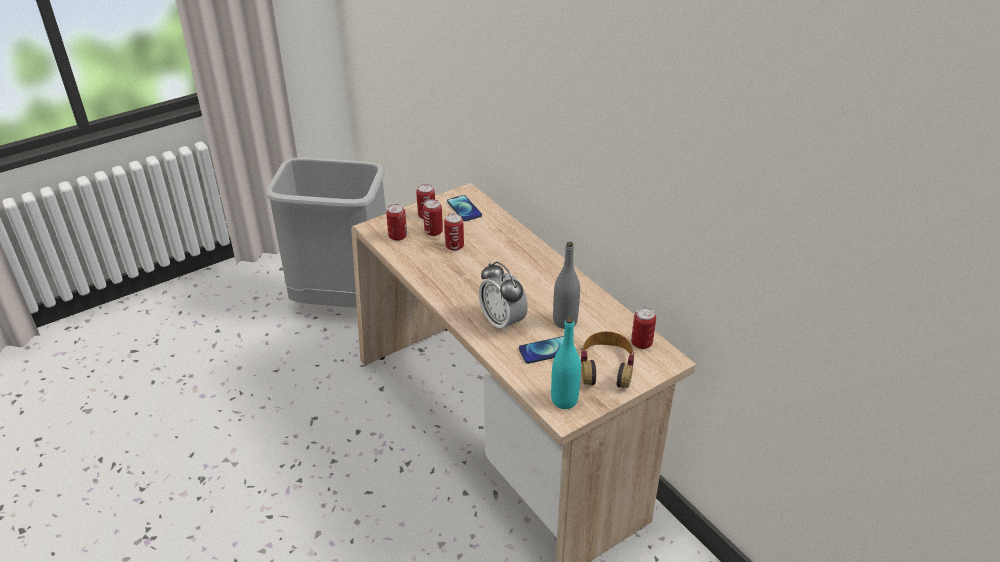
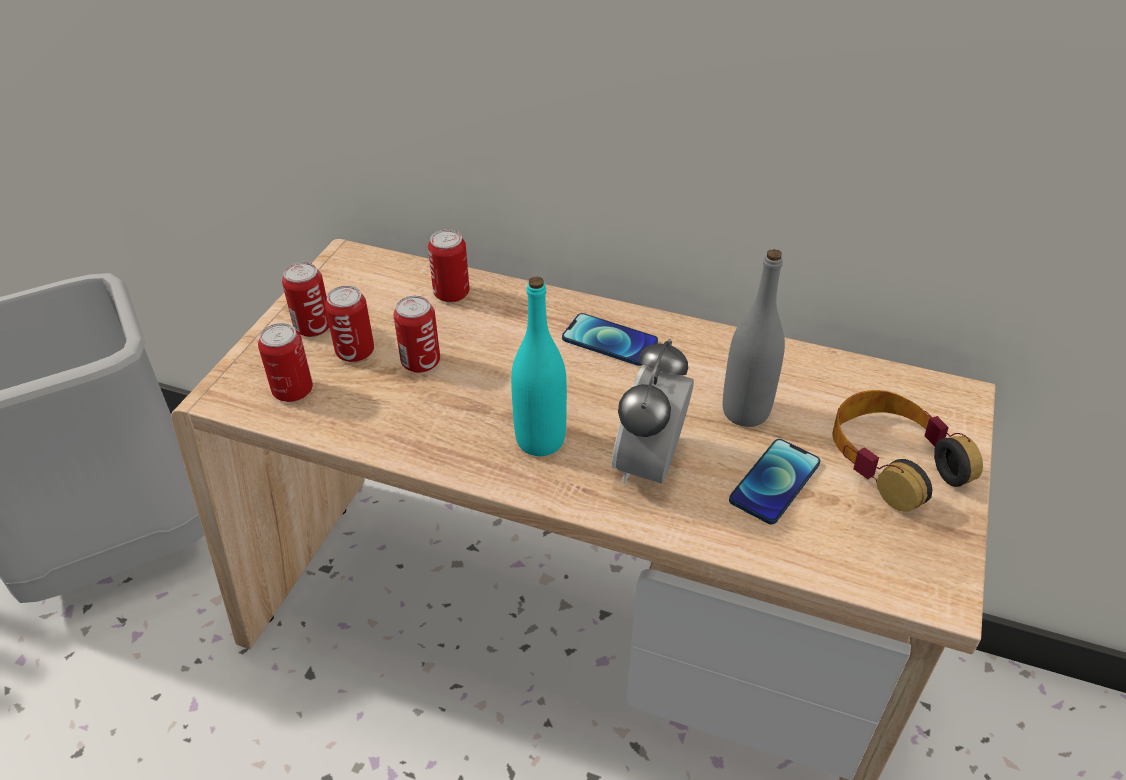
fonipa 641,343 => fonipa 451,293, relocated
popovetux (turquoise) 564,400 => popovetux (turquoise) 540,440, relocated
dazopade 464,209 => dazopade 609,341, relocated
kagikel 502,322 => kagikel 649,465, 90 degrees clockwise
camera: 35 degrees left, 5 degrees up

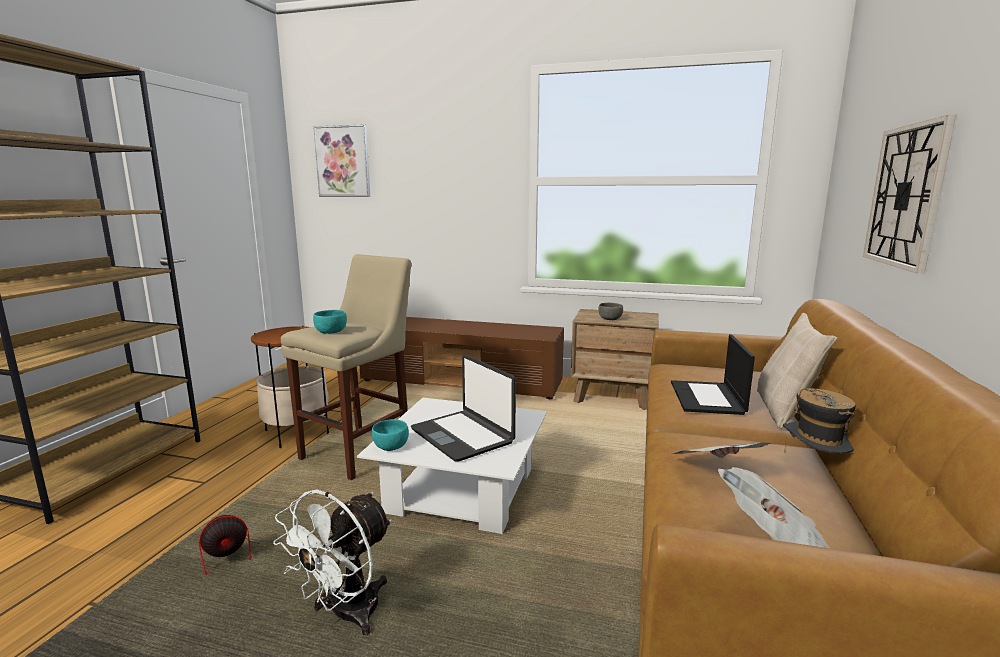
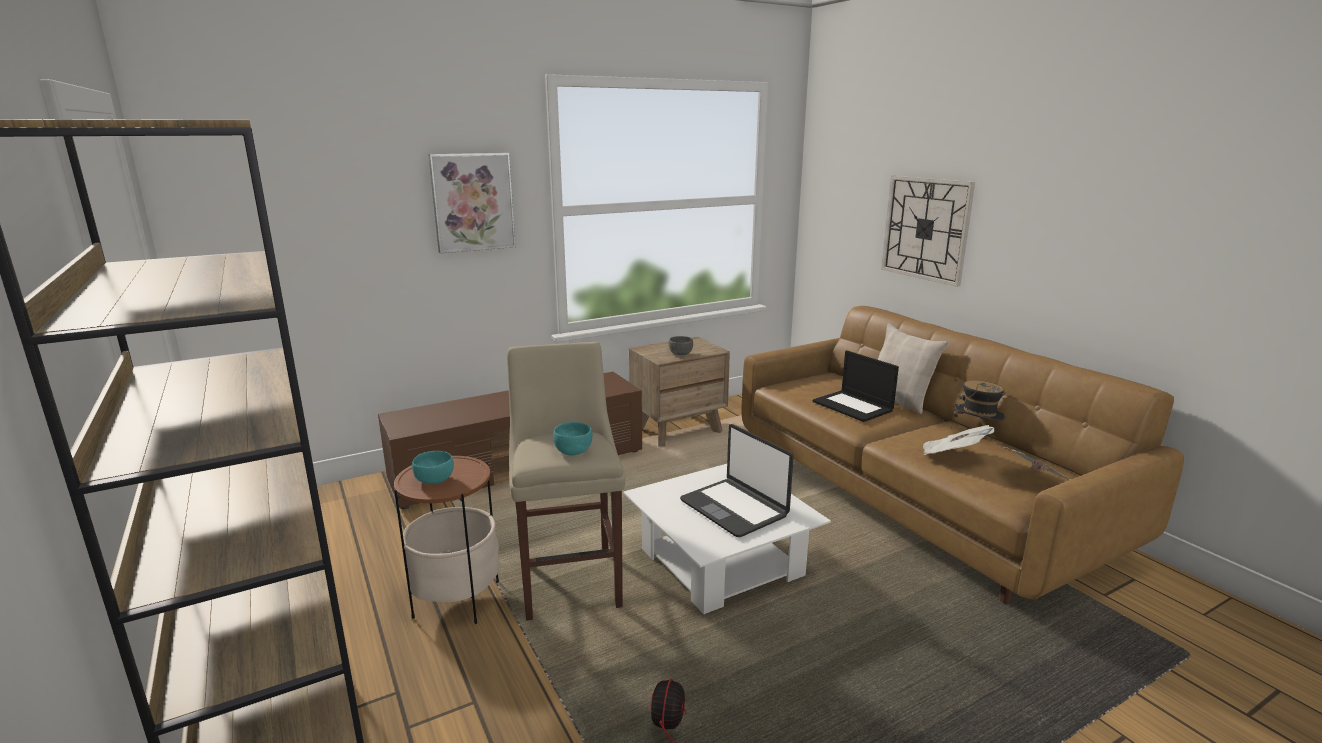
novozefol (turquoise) 391,447 => novozefol (turquoise) 435,480, relocated
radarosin 343,161 => radarosin 473,202, relocated
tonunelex 463,436 => tonunelex 734,508, 45 degrees clockwise
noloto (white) 346,616 => nothing
camera: 45 degrees left, 5 degrees up

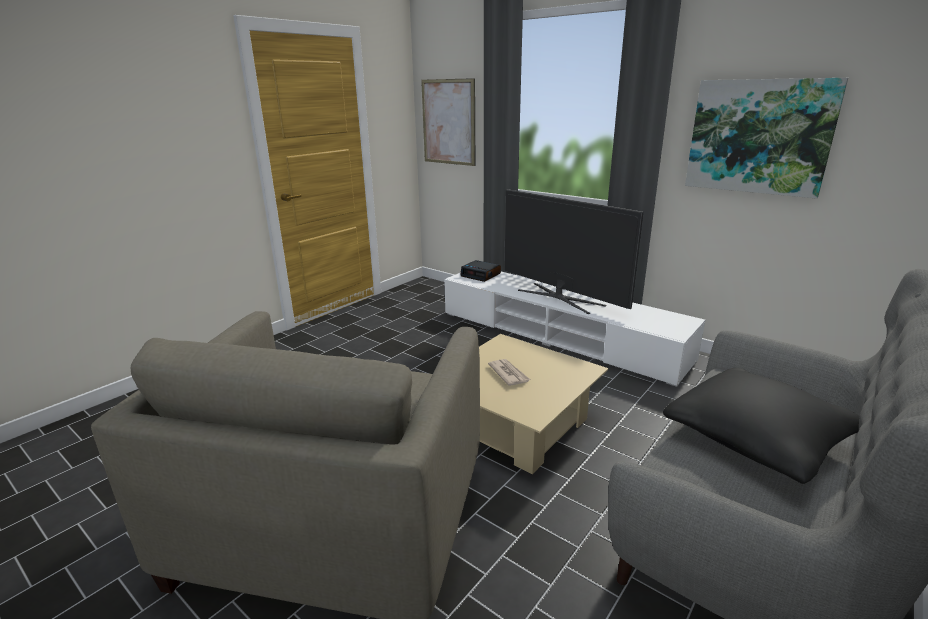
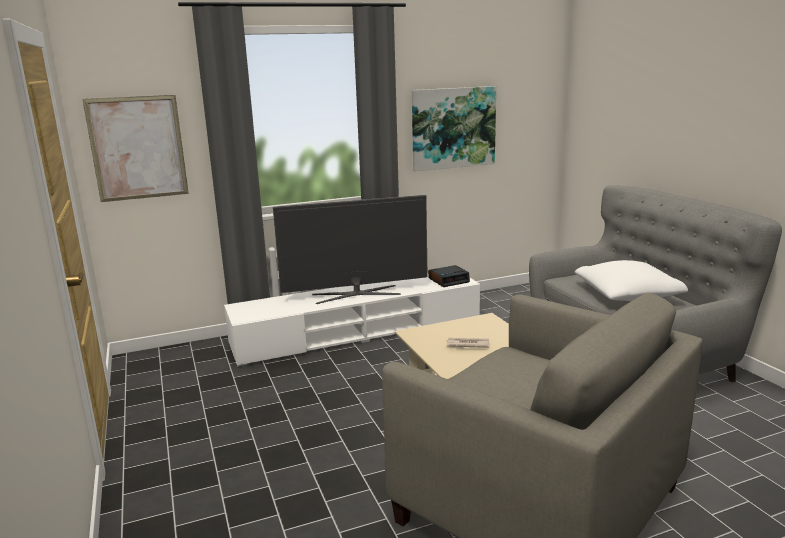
kagikel 481,275 => kagikel 449,280, relocated
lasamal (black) 756,439 => lasamal (white) 627,294
camera: 60 degrees left, 5 degrees down

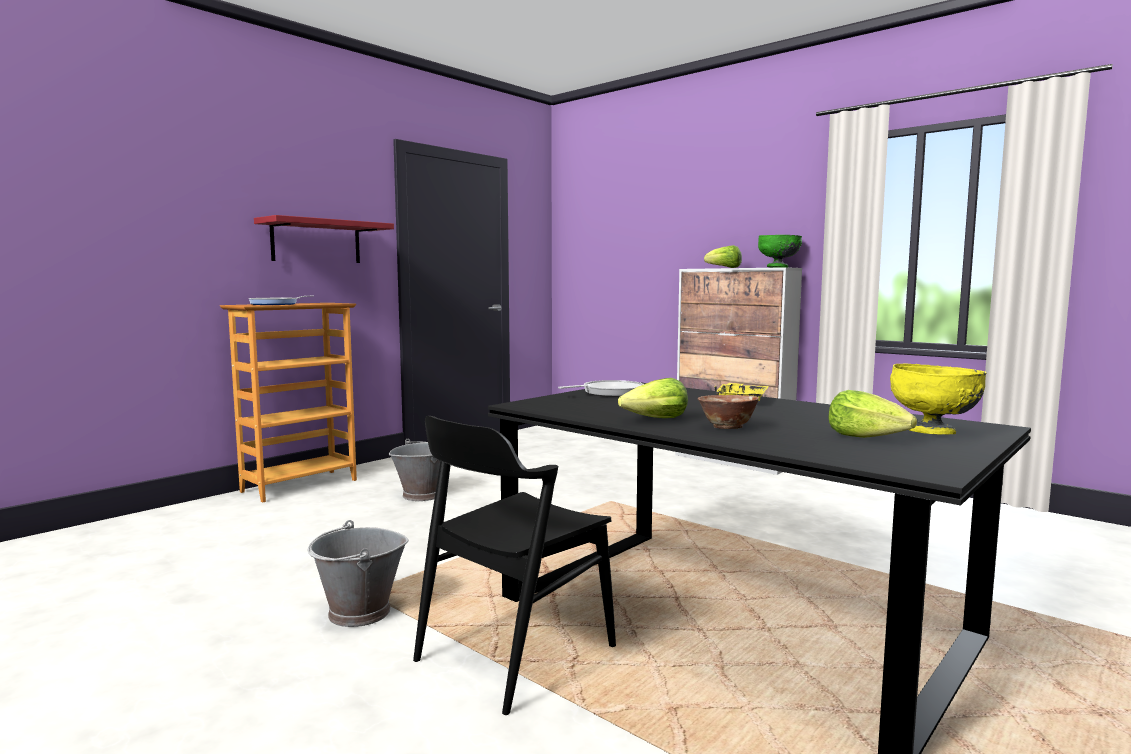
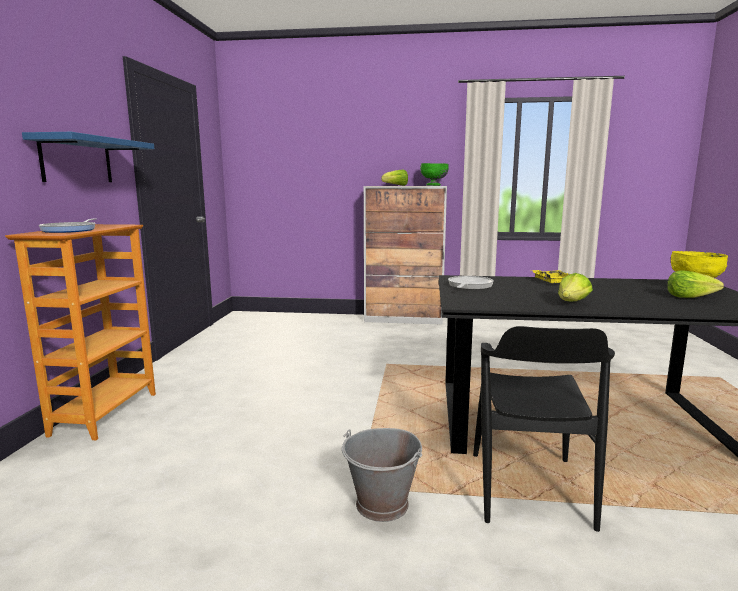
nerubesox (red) 316,242 => nerubesox (blue) 77,160
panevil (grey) 422,495 => nothing
novozefol 727,427 => nothing
camera: 35 degrees left, 5 degrees up

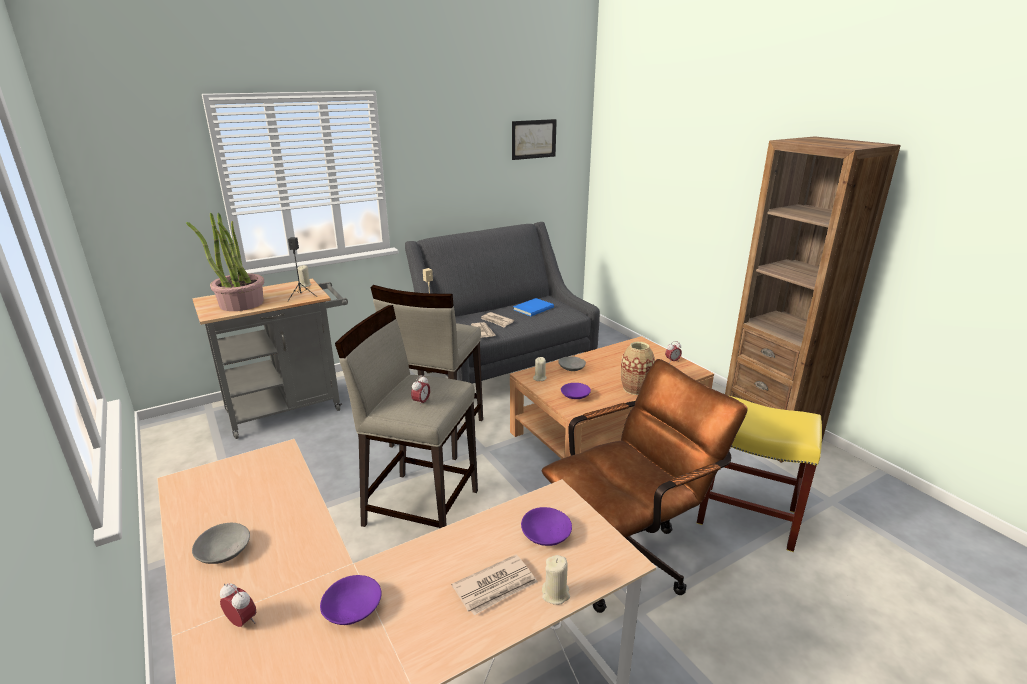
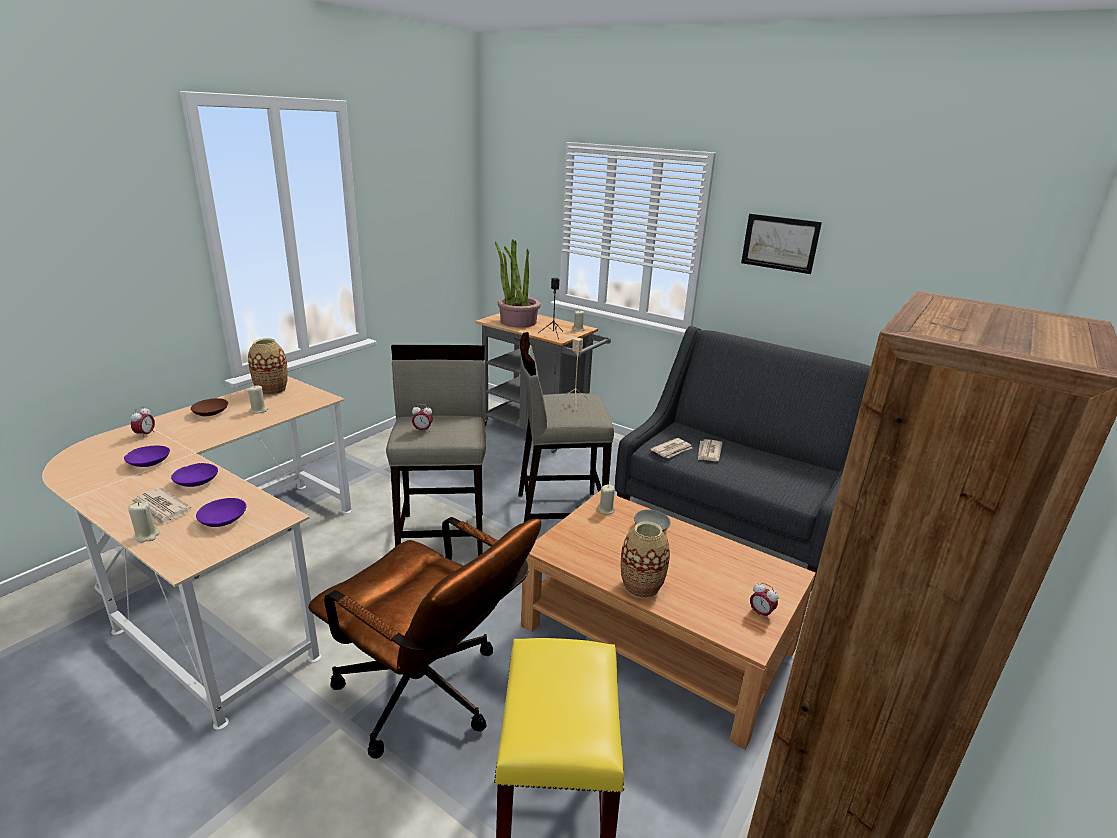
novozefol (purple) 574,396 => novozefol (purple) 197,481, relocated
novozefol (grey) 224,552 => novozefol (brown) 210,413
nothing => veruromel 271,390
nothing => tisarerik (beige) 259,410
radarosin 533,139 => radarosin 780,243, relocated
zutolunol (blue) 532,308 => nothing
camera: 65 degrees right, 0 degrees up

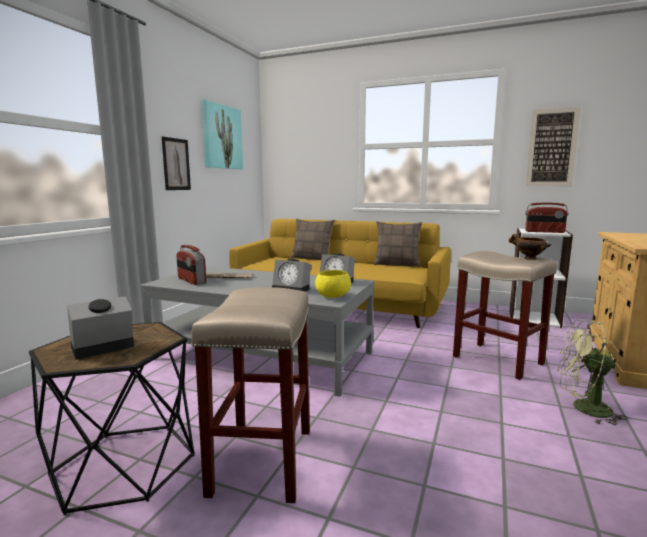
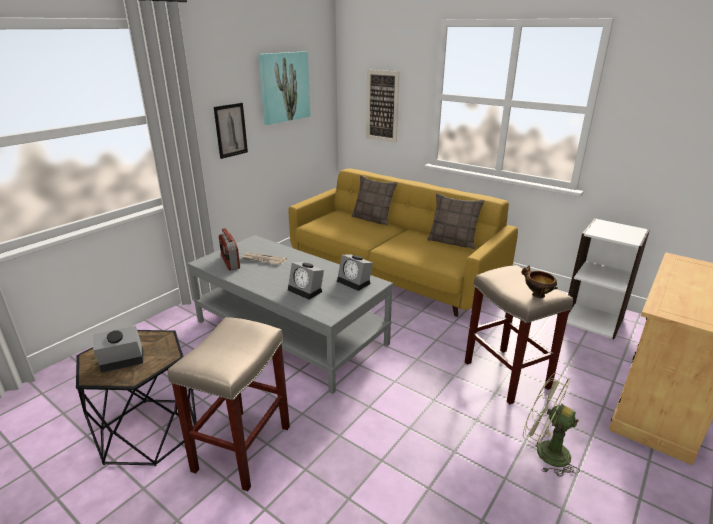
radarosin 552,147 => radarosin 382,106, relocated
novozefol (yellow) 333,297 => nothing
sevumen 544,232 => nothing
camera: 15 degrees right, 15 degrees up

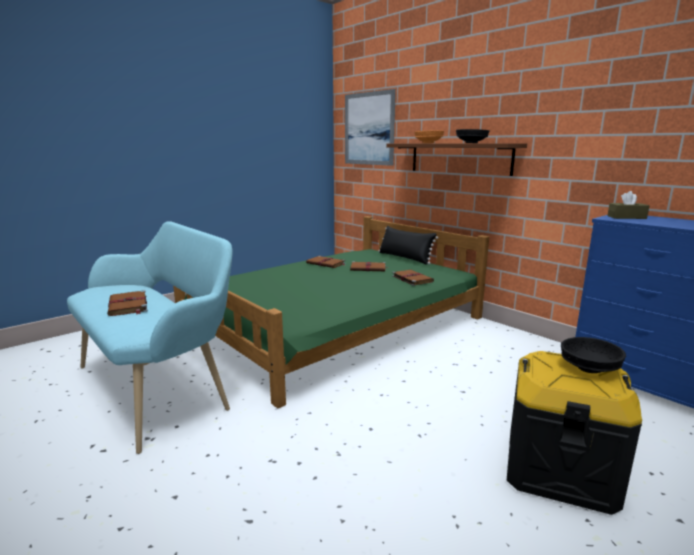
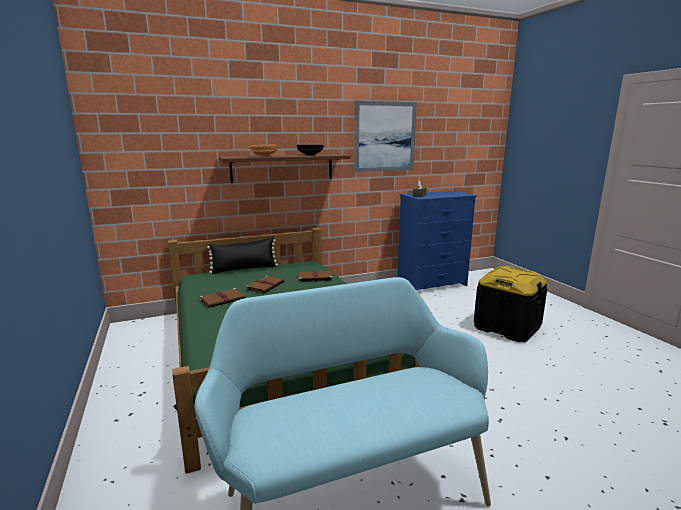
radarosin 369,129 => radarosin 385,136, relocated
zutolunol (brown) 128,306 => nothing
novozefol (black) 589,368 => nothing
camera: 70 degrees left, 0 degrees up

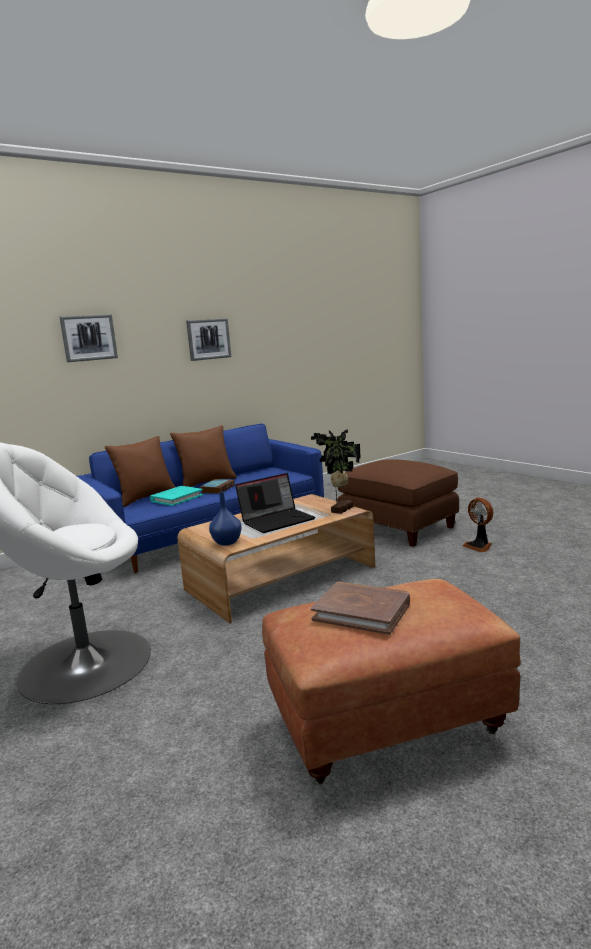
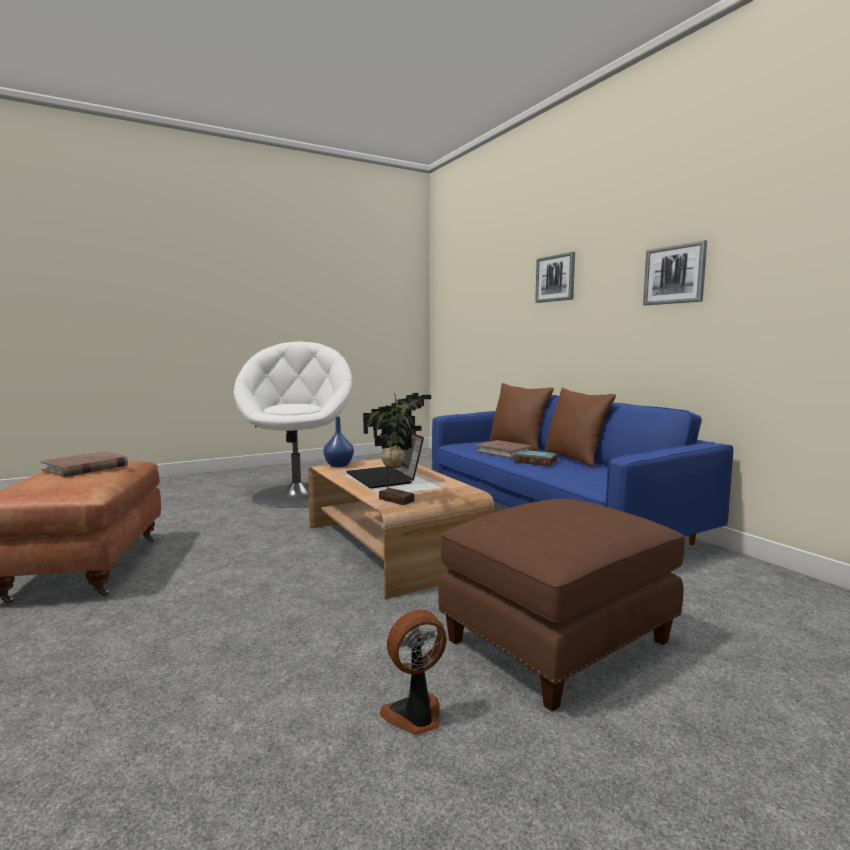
zutolunol (turquoise) 177,498 => zutolunol (brown) 504,452
camera: 95 degrees right, 5 degrees down

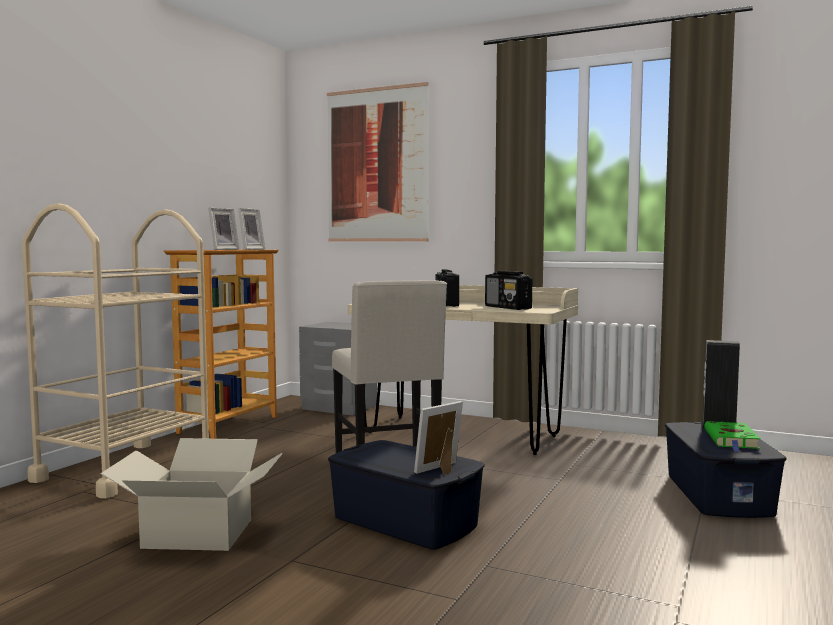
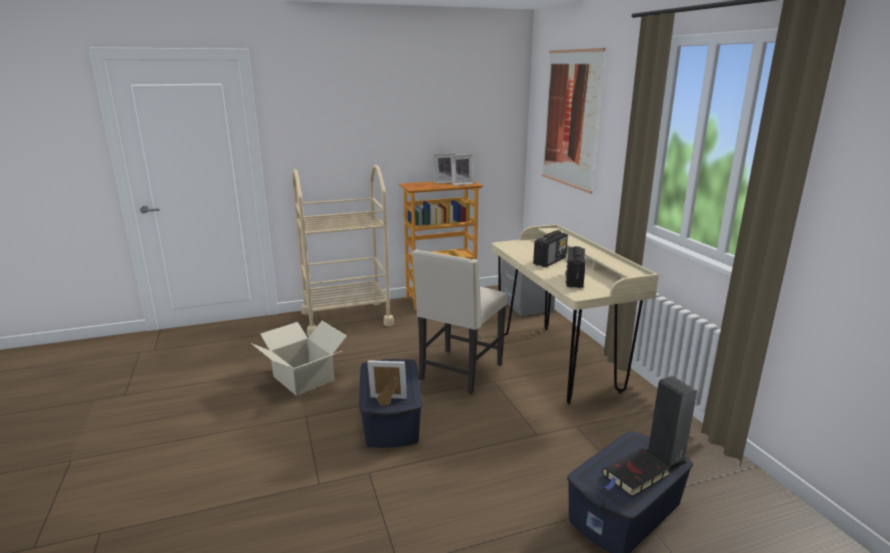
zutolunol (green) 732,440 => zutolunol (black) 634,476
camera: 45 degrees right, 15 degrees up

